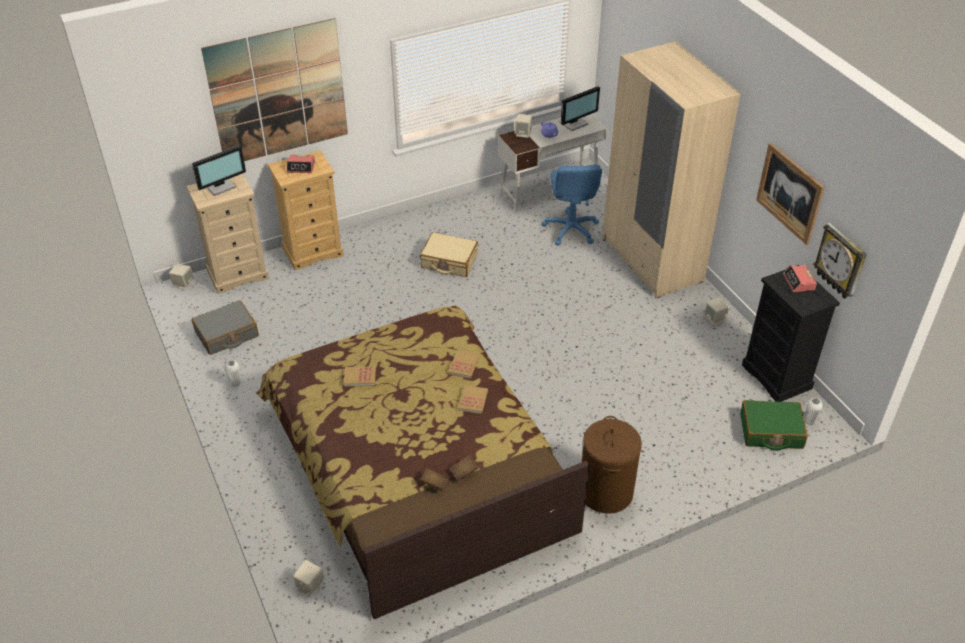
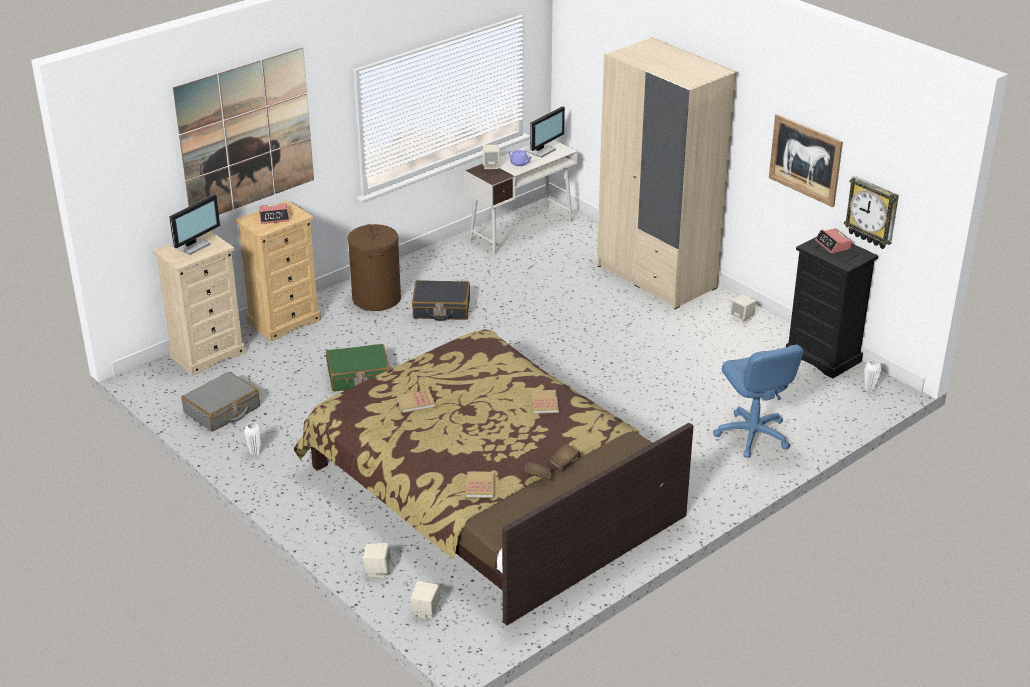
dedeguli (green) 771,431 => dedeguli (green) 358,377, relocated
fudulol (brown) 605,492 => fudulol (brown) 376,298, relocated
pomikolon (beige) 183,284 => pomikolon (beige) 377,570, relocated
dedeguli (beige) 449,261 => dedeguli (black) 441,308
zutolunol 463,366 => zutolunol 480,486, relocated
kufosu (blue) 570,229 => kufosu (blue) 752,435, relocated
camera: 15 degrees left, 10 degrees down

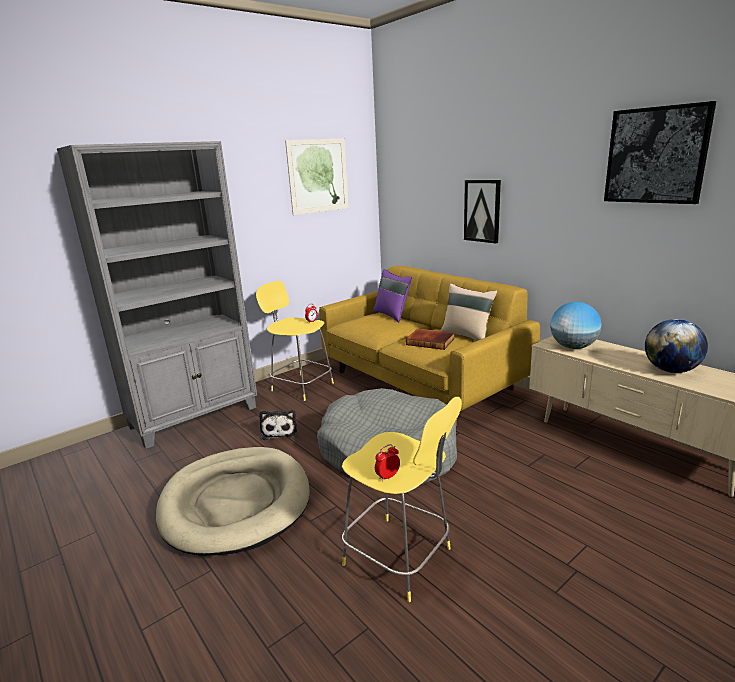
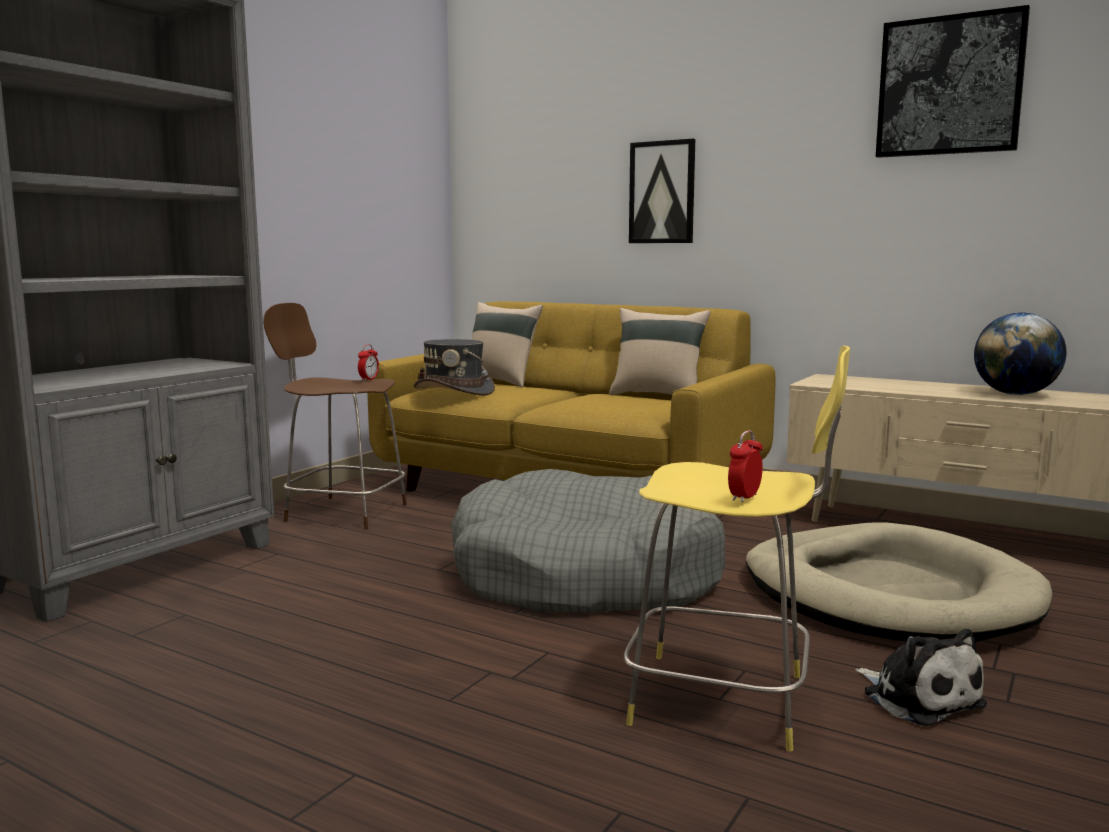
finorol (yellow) 301,386 => finorol (brown) 343,512
nothing => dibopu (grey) 454,391
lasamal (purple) 392,315 => lasamal (beige) 501,382
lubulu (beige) 236,502 => lubulu (beige) 887,594, relocated
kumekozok 279,431 => kumekozok 918,698, relocated
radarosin 318,176 => nothing
zutolunol 431,341 => nothing
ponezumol 573,347 => nothing
camera: 20 degrees left, 10 degrees down

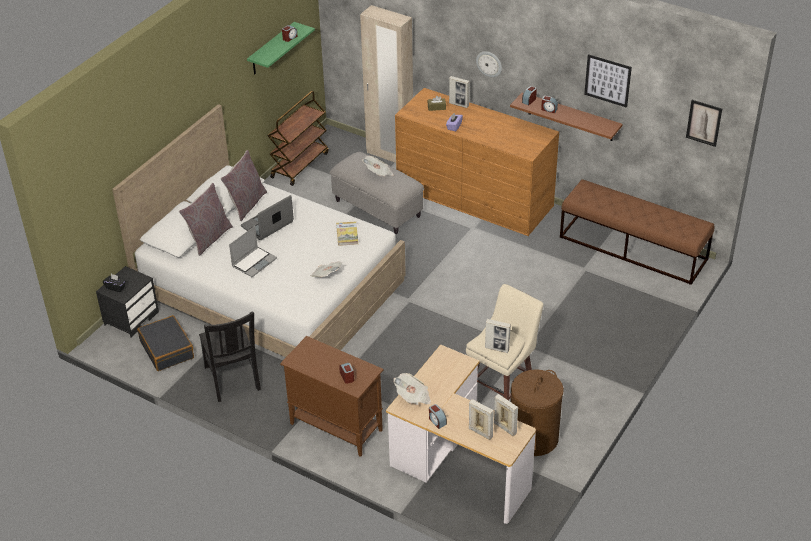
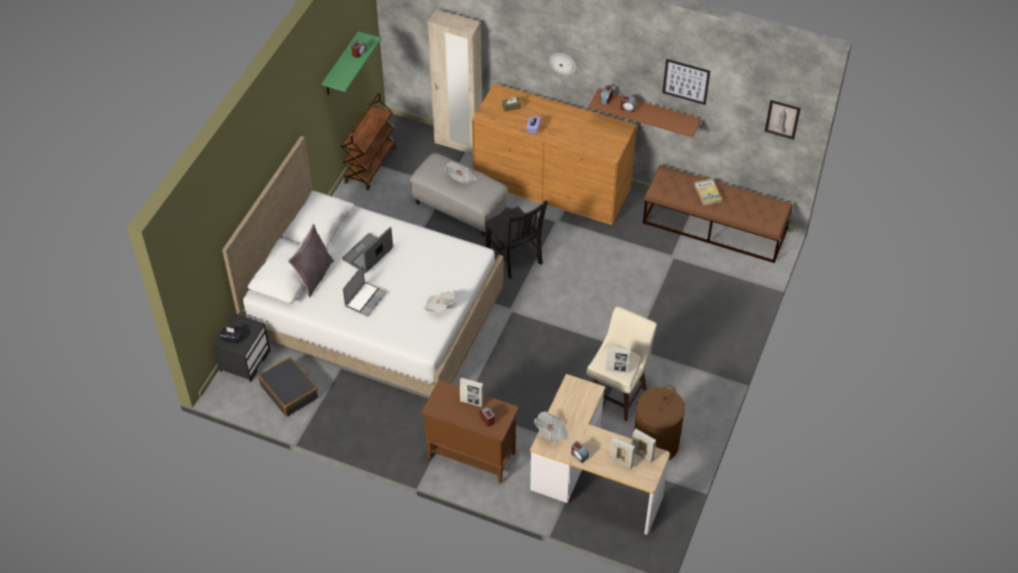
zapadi 459,104 => zapadi 471,402, relocated
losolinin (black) 232,379 => losolinin (black) 515,257, relocated
zutolunol 347,235 => zutolunol 707,193, relocated
lasamal (grey) 246,204 => nothing
camera: 10 degrees left, 10 degrees up

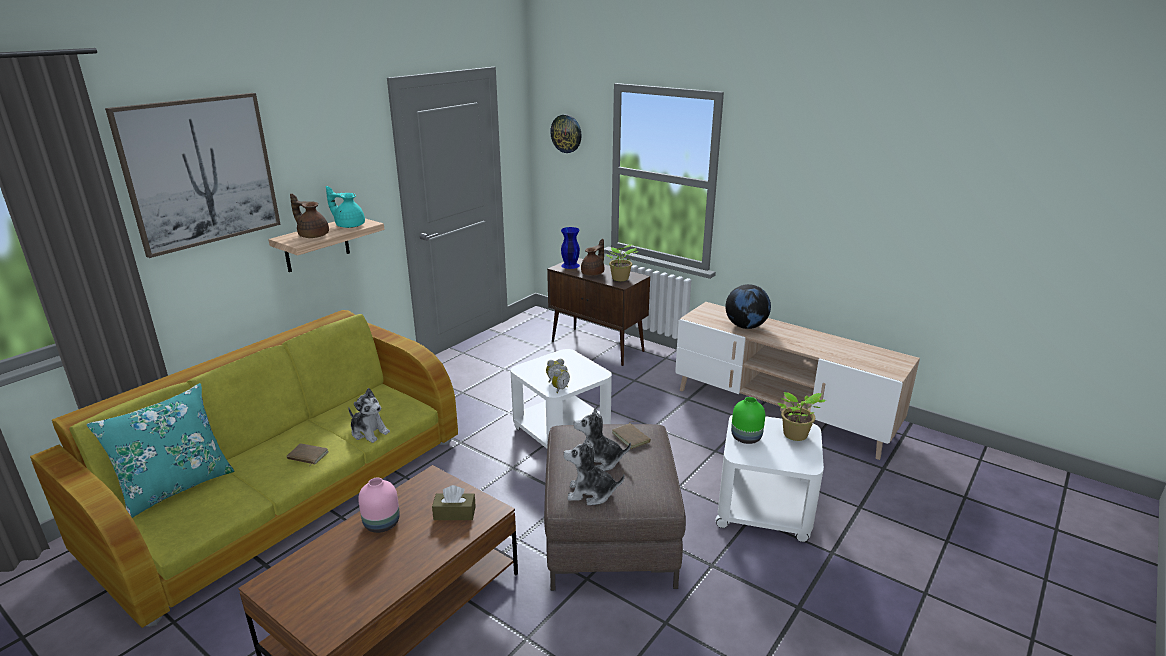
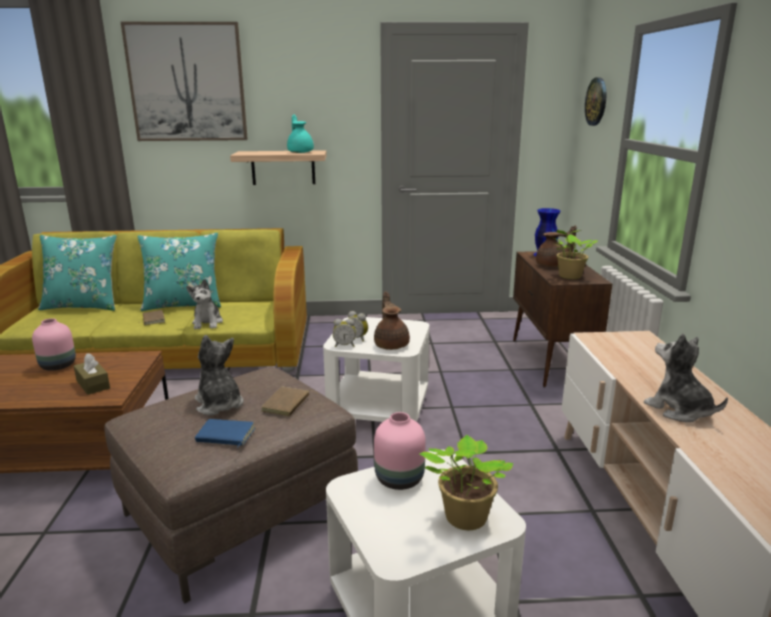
nothing => lasamal (turquoise) 183,305
nothing => zutolunol (blue) 225,436
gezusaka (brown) 313,235 => gezusaka (brown) 391,344, relocated
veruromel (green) 746,437 => veruromel (pink) 401,479
kumekozok 591,493 => kumekozok 679,410, relocated
ponezumol 745,326 => nothing
camera: 50 degrees right, 5 degrees down

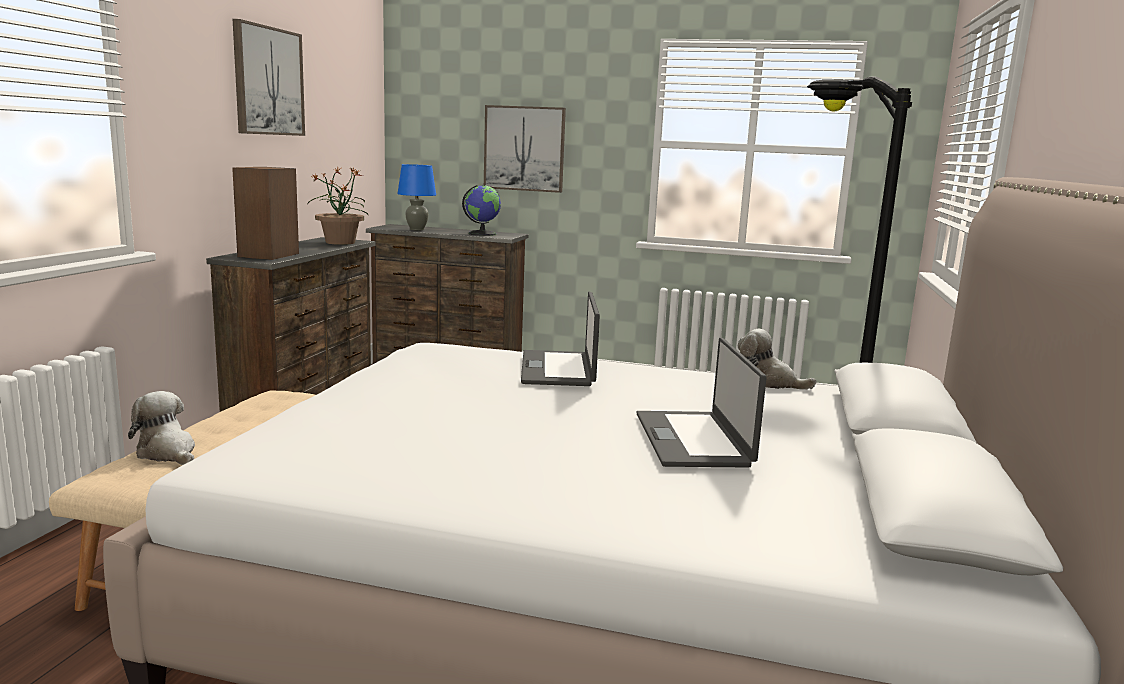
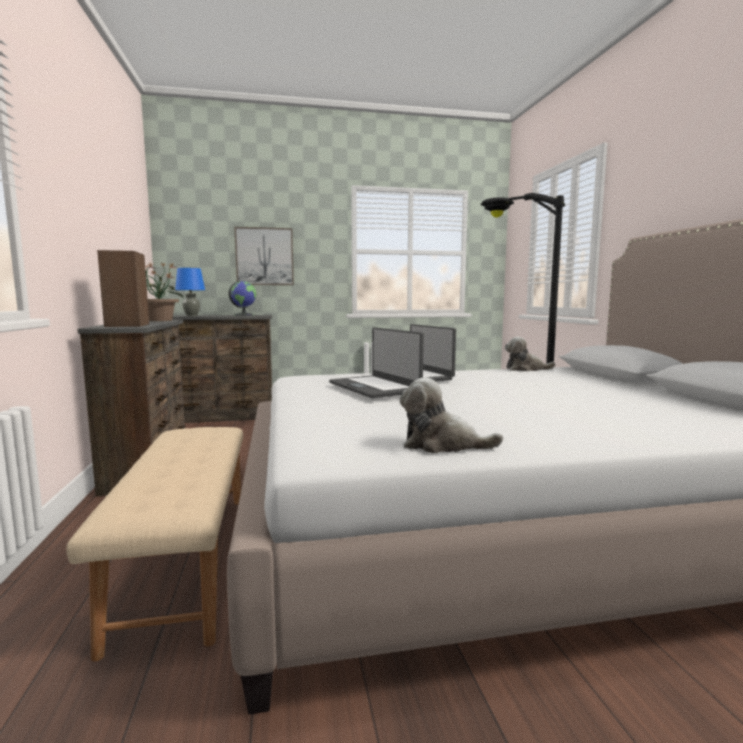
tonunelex 694,440 => tonunelex 374,387, relocated
kumekozok 168,453 => kumekozok 442,445, relocated
radarosin 268,81 => nothing
camera: 25 degrees left, 5 degrees down

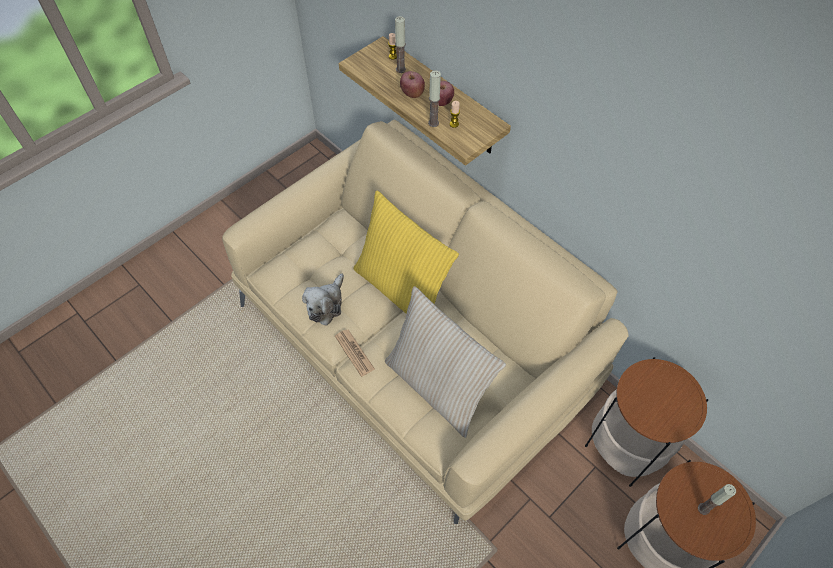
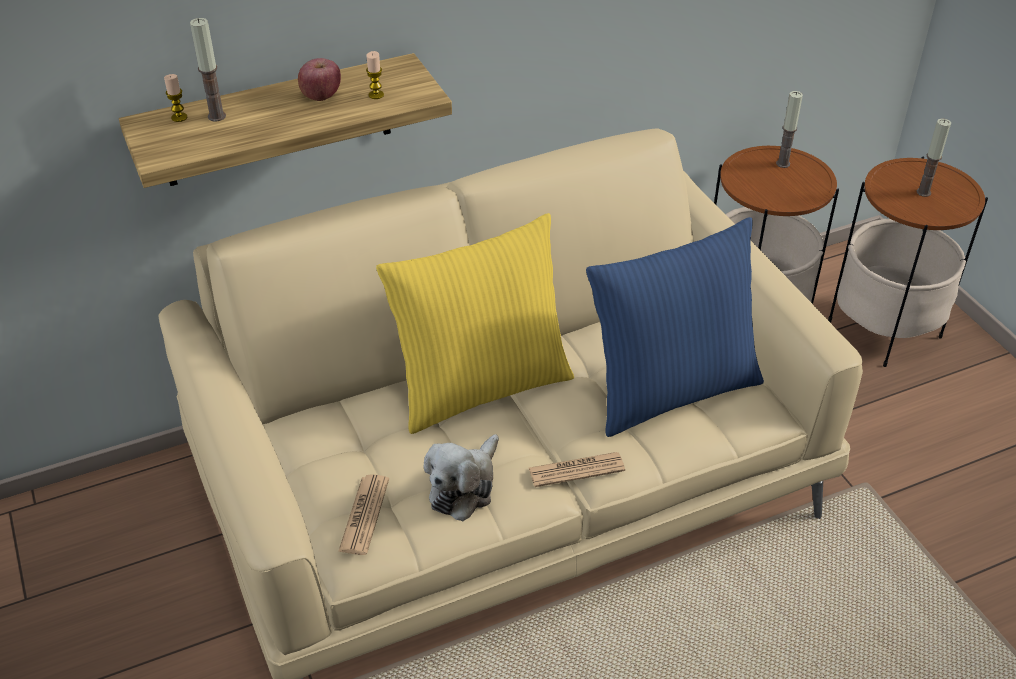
nothing => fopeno 364,515
kumekozok 326,304 => kumekozok 464,486, 75 degrees clockwise
lasamal (beige) 438,386 => lasamal (blue) 670,389
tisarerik 433,123 => tisarerik 783,164, relocated
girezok 412,93 => nothing
camera: 70 degrees left, 15 degrees down

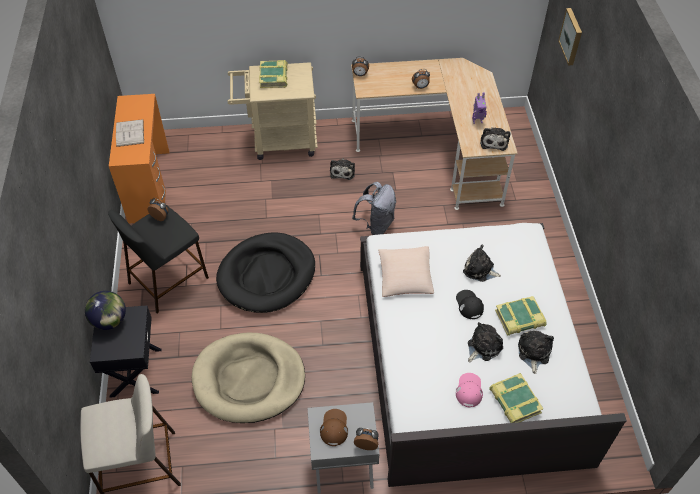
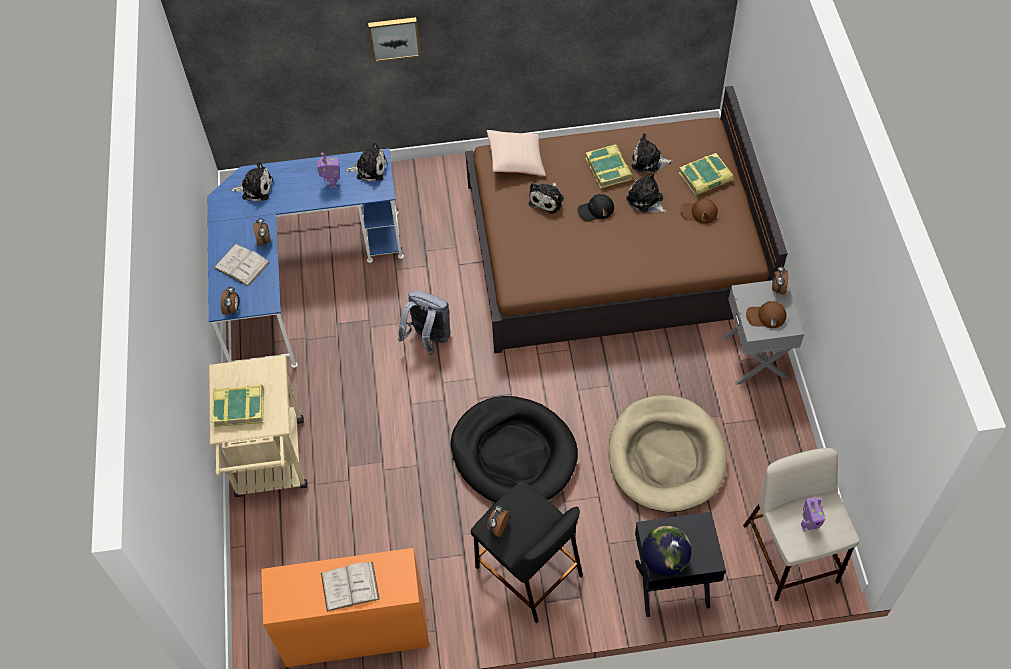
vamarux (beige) 437,149 => vamarux (blue) 297,275
nothing => zutolunol (white) 241,265
kumekozok 342,171 => kumekozok 255,188, relocated
radarosin 572,36 => radarosin 394,37, relocated
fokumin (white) 468,358 => fokumin (brown) 614,249
lasamal (beige) 405,277 => lasamal (beige) 516,160, relocated
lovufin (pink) 469,390 => lovufin (brown) 698,212
nothing => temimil 808,525
camera: 90 degrees left, 5 degrees up

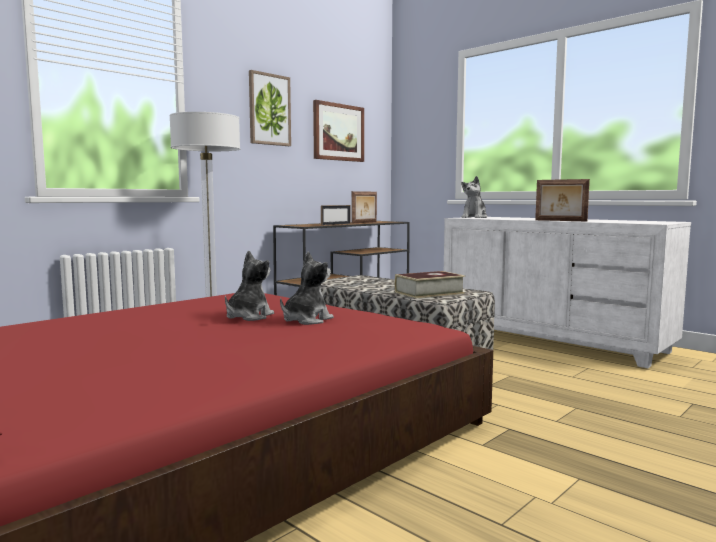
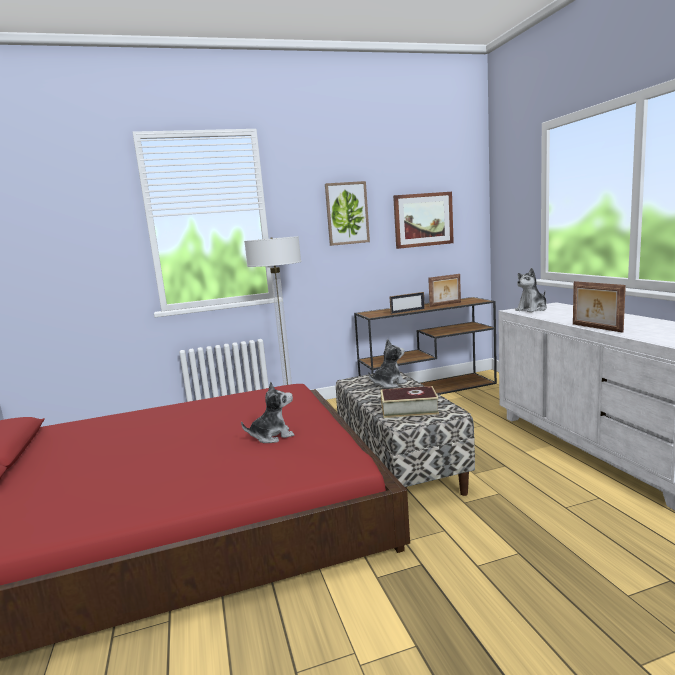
kumekozok 248,317 => kumekozok 388,384, relocated
camera: 30 degrees right, 5 degrees up

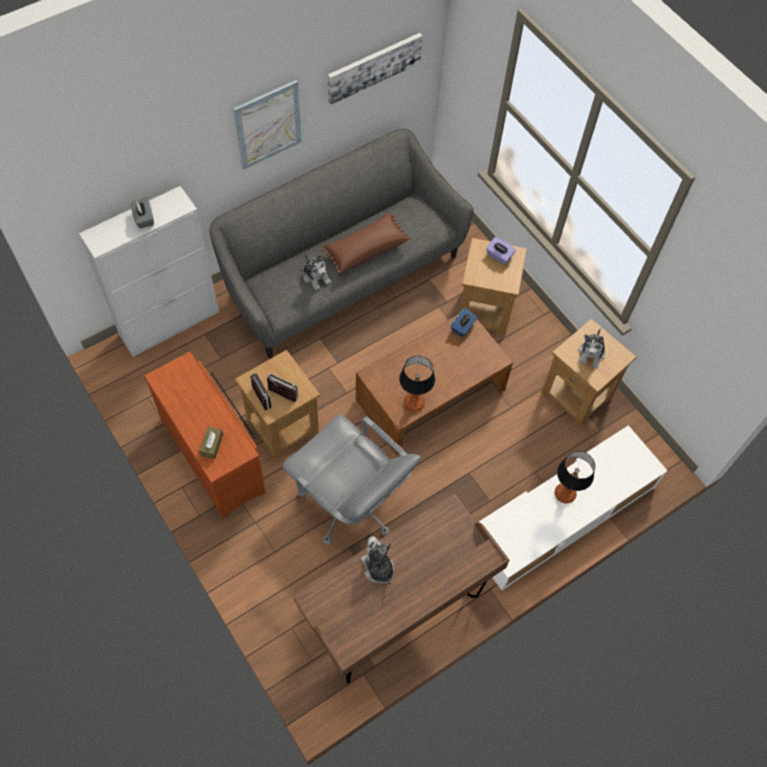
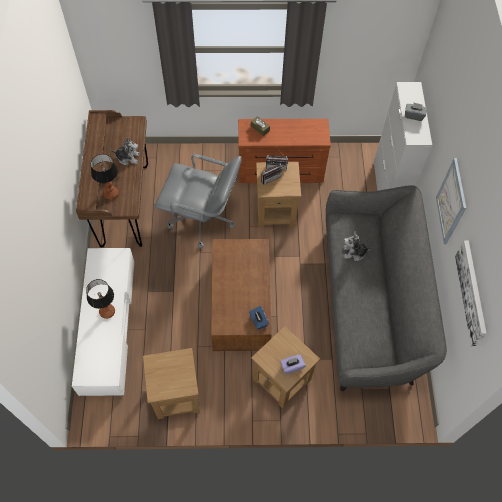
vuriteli 414,403 => vuriteli 110,193, relocated
kufosu (grey) 350,502 => kufosu (grey) 202,219, 150 degrees counterclockwise
lasamal (brown) 365,249 => nothing
kumekozok 591,354 => nothing
camera: 125 degrees right, 0 degrees up

